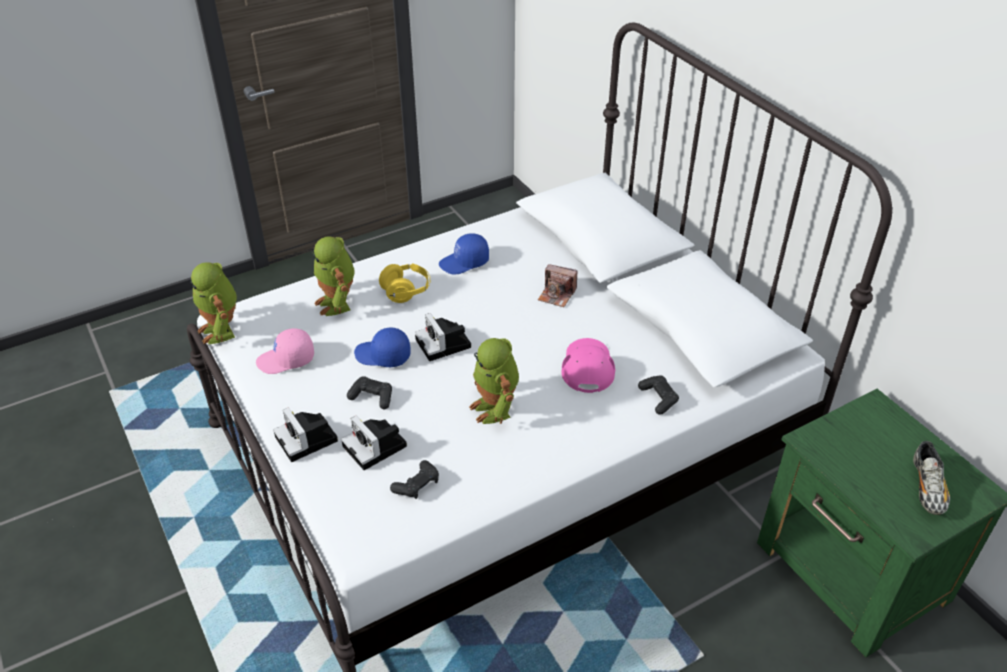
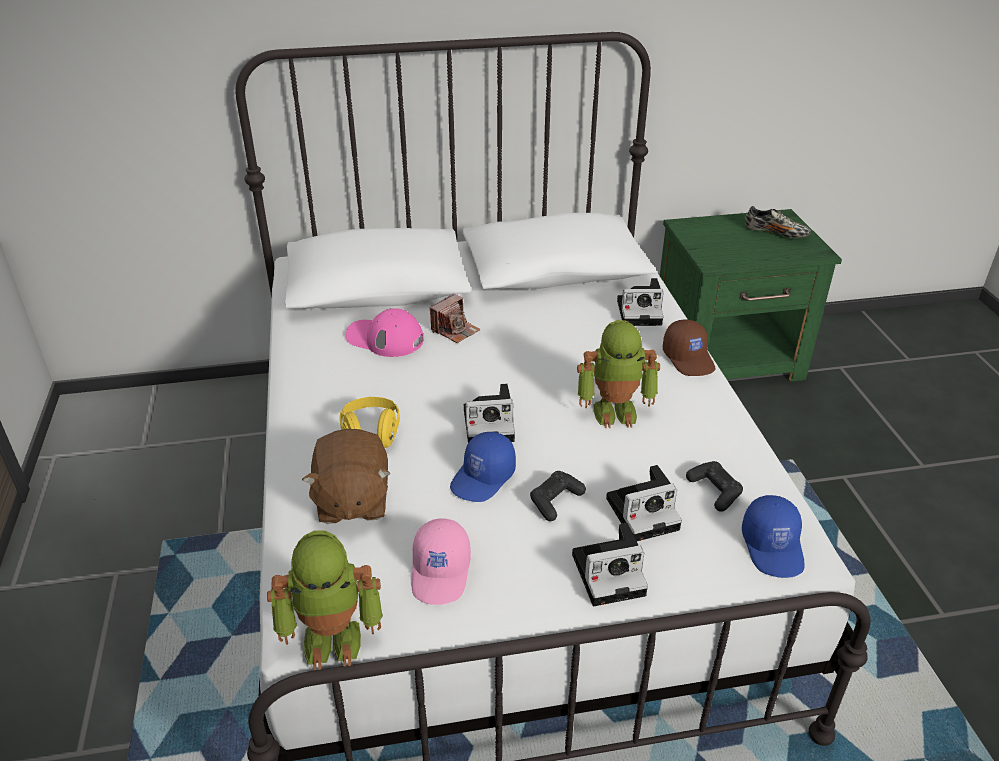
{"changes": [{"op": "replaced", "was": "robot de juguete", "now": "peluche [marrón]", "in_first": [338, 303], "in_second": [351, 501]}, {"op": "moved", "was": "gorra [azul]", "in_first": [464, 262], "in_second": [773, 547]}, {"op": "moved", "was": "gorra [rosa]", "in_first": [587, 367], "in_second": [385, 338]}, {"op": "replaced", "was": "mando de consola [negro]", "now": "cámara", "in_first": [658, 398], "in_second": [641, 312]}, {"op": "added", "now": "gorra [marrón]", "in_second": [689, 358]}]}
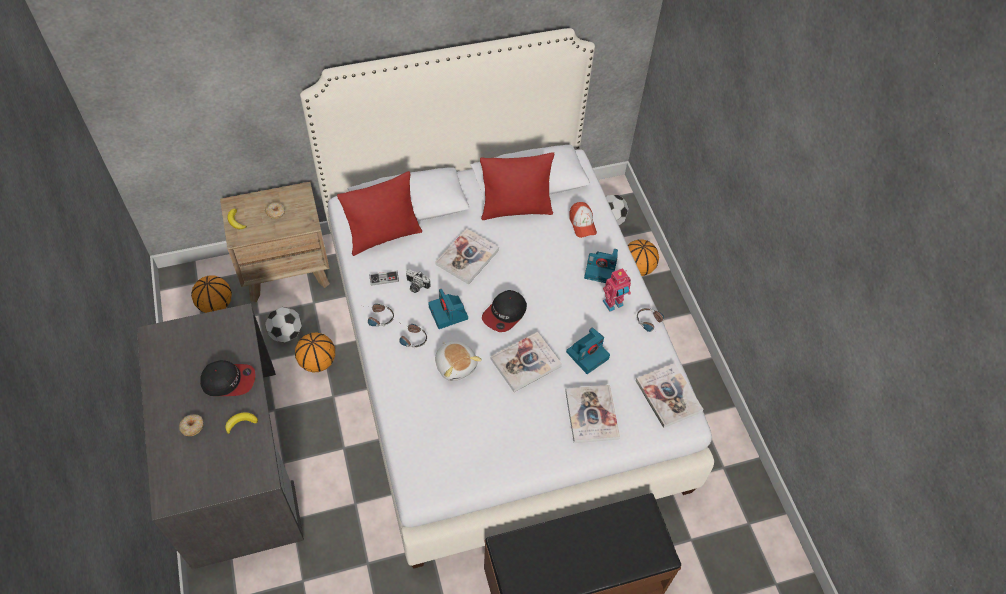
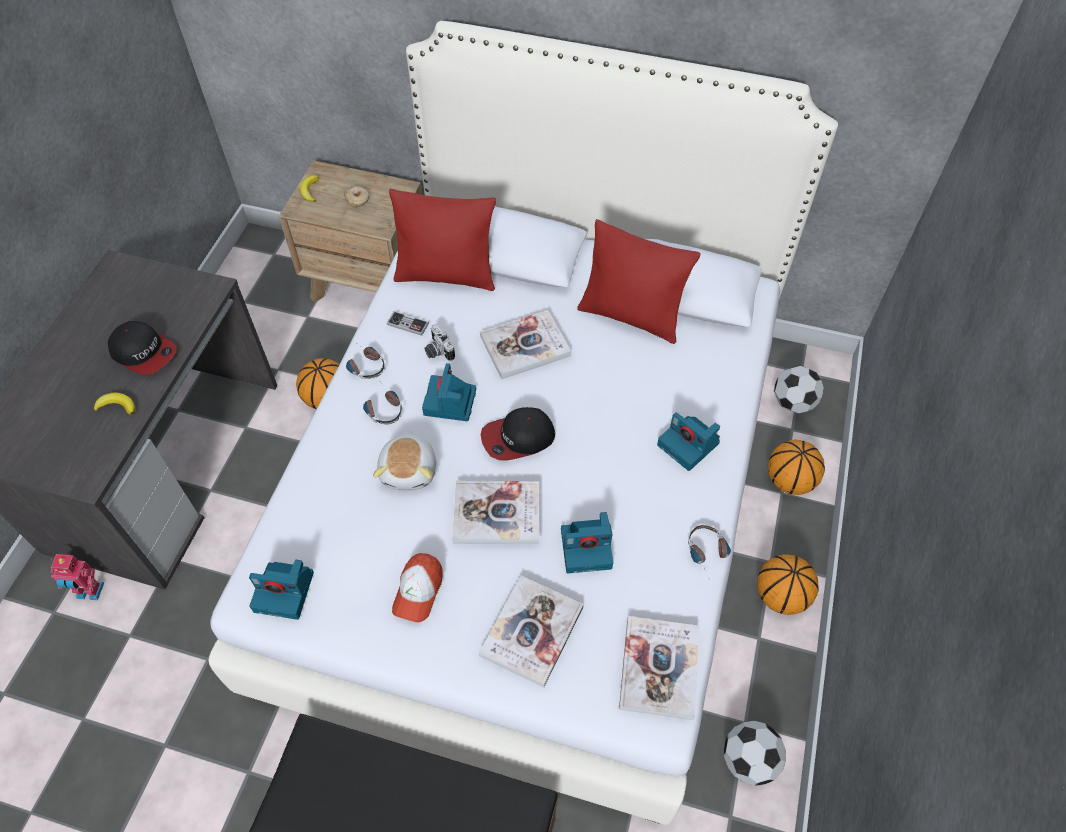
{"changes": [{"op": "removed", "was": "rosquilla", "in_first": [192, 426]}, {"op": "moved", "was": "balón de baloncesto", "in_first": [215, 304], "in_second": [780, 595]}, {"op": "moved", "was": "balón de fútbol", "in_first": [286, 333], "in_second": [748, 760]}, {"op": "moved", "was": "gorra", "in_first": [582, 224], "in_second": [418, 591]}, {"op": "moved", "was": "robot de juguete", "in_first": [613, 304], "in_second": [89, 592]}, {"op": "added", "now": "cámara", "in_second": [285, 591]}]}
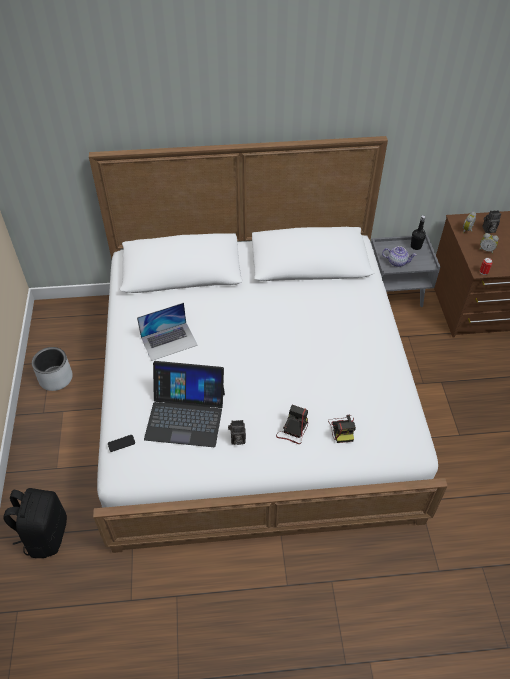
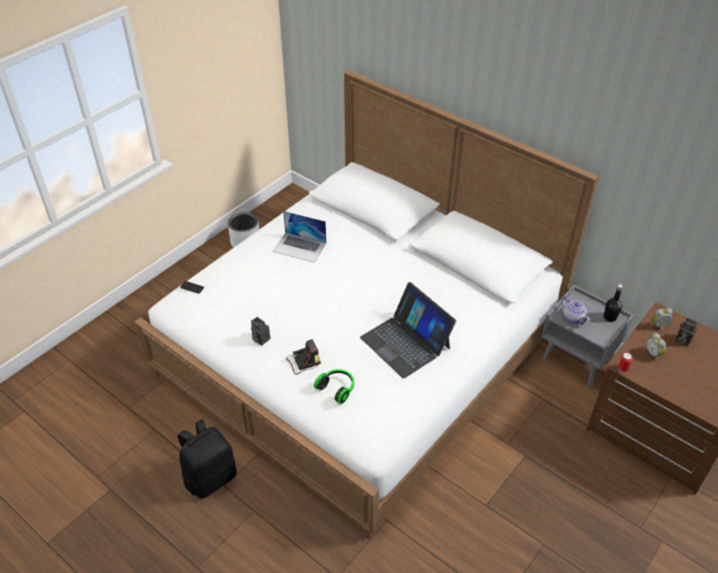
{"changes": [{"op": "moved", "was": "mochila [negro]", "in_first": [45, 535], "in_second": [210, 477]}, {"op": "moved", "was": "portátil", "in_first": [185, 415], "in_second": [406, 342]}, {"op": "replaced", "was": "cámara", "now": "auriculares", "in_first": [342, 429], "in_second": [337, 388]}]}
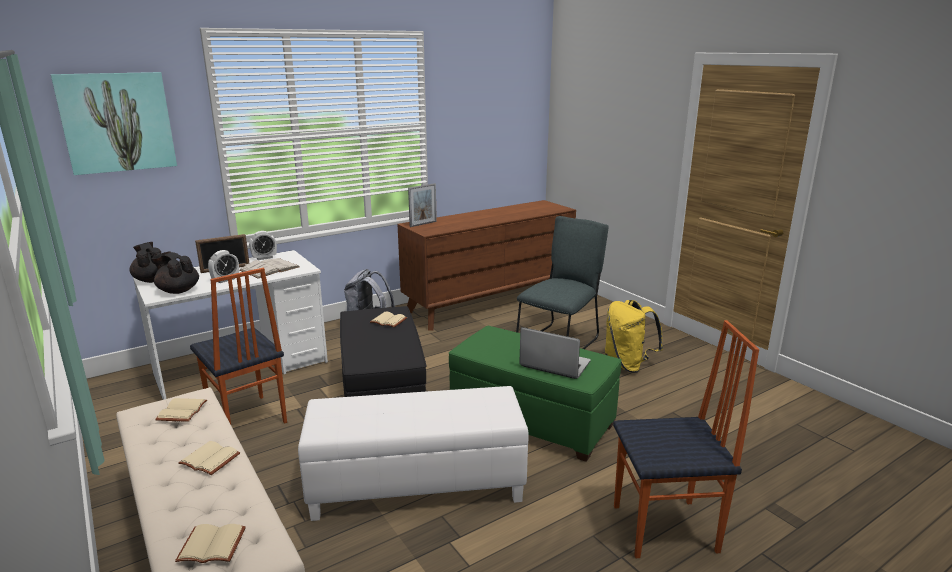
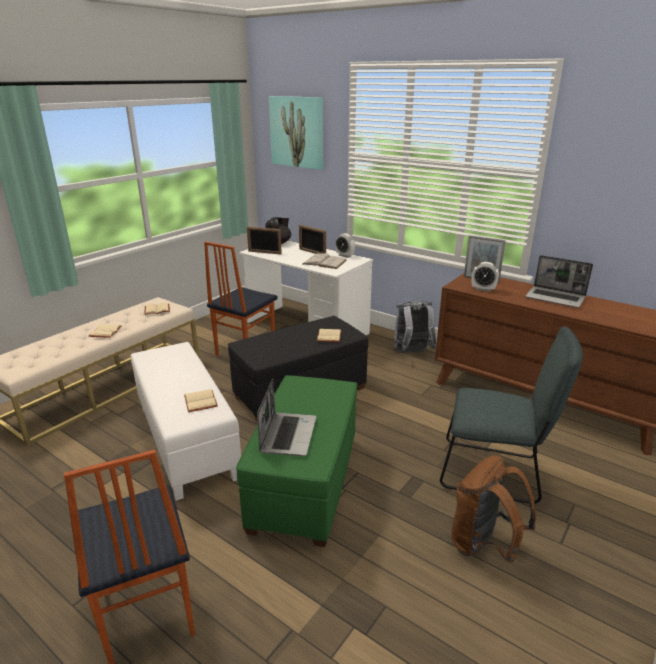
{"changes": [{"op": "replaced", "was": "tetera [negro]", "now": "portarretratos", "in_first": [178, 290], "in_second": [264, 252]}, {"op": "moved", "was": "libro [beis]", "in_first": [213, 544], "in_second": [201, 401]}, {"op": "moved", "was": "despertador", "in_first": [225, 280], "in_second": [483, 289]}, {"op": "recoloured", "was": "mochila [amarillo]", "now": "mochila [marrón]", "in_first": [628, 365], "in_second": [483, 545]}, {"op": "added", "now": "portátil", "in_second": [556, 298]}]}
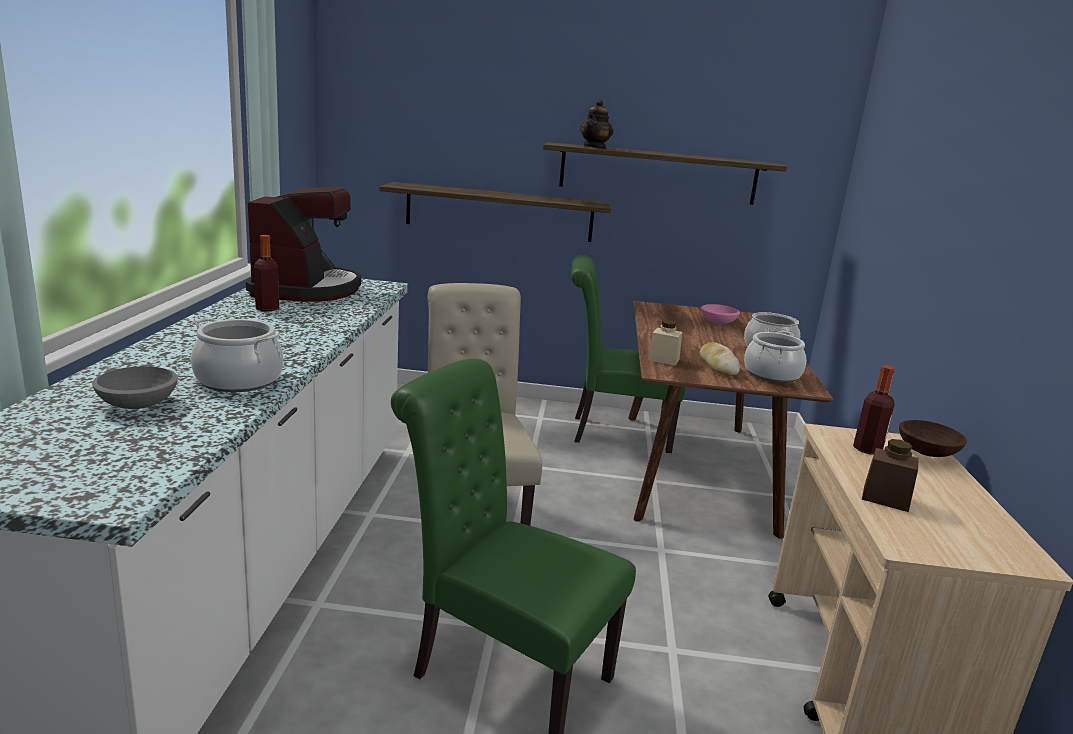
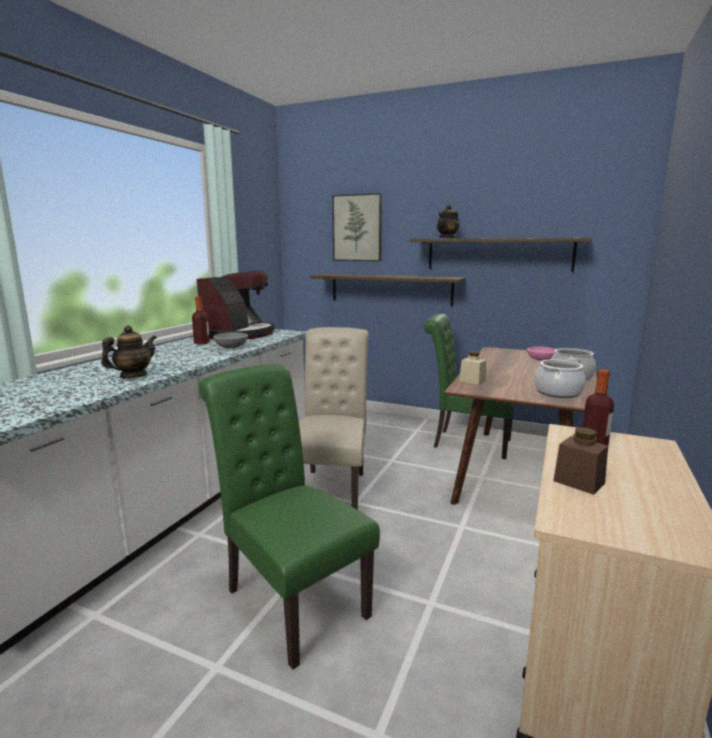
{"changes": [{"op": "moved", "was": "cuenco [gris]", "in_first": [139, 404], "in_second": [232, 347]}, {"op": "replaced", "was": "olla", "now": "tetera", "in_first": [239, 380], "in_second": [133, 376]}, {"op": "removed", "was": "pan", "in_first": [717, 366]}, {"op": "removed", "was": "cuenco [marrón]", "in_first": [926, 452]}, {"op": "added", "now": "cuadro", "in_second": [357, 228]}]}
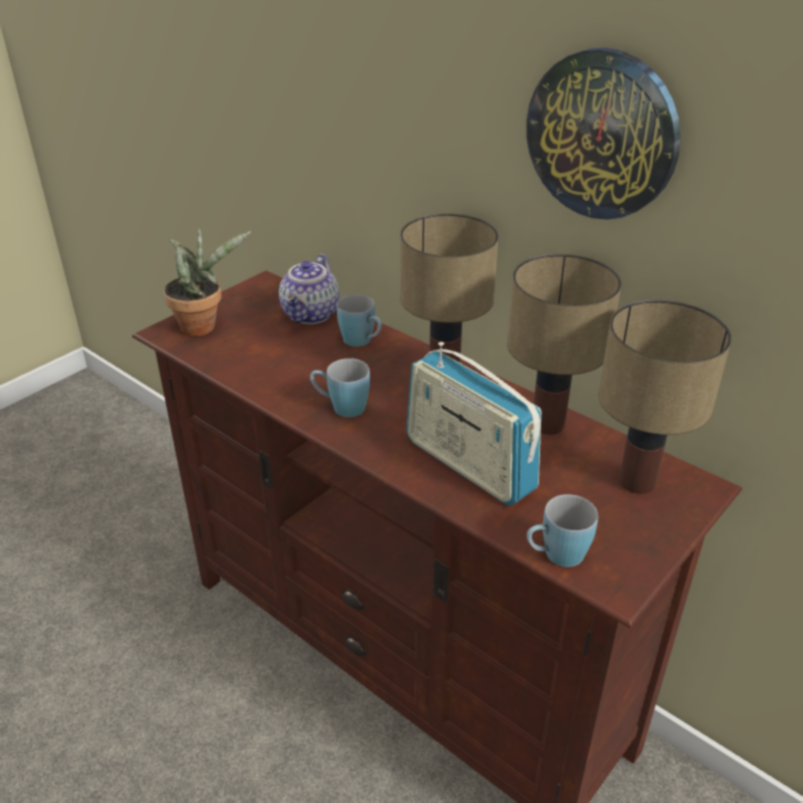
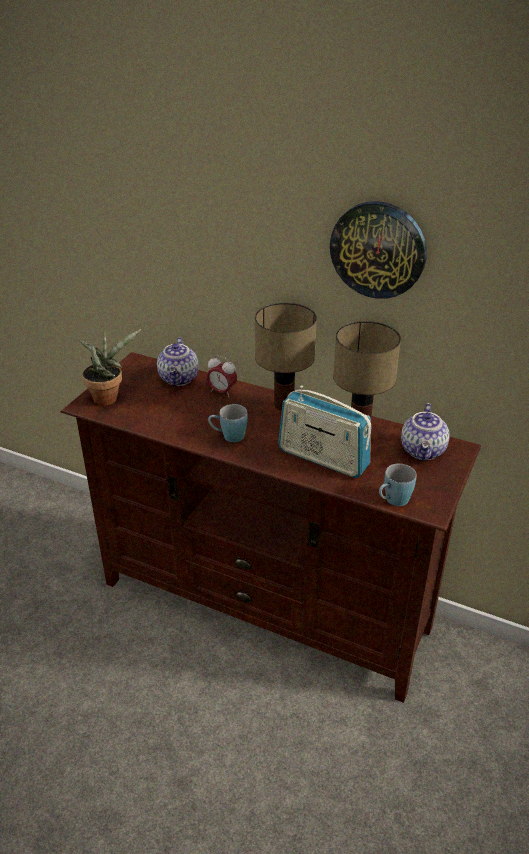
{"changes": [{"op": "replaced", "was": "taza grande [azul]", "now": "despertador", "in_first": [362, 341], "in_second": [222, 392]}, {"op": "replaced", "was": "lámpara de mesa", "now": "tetera", "in_first": [639, 481], "in_second": [424, 451]}]}
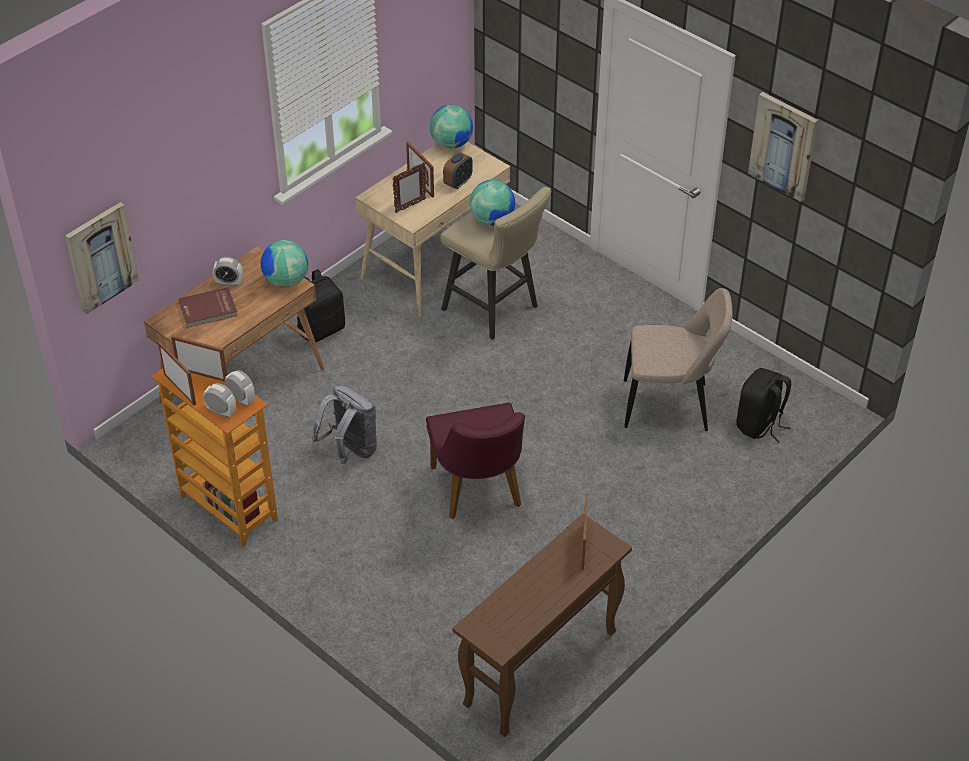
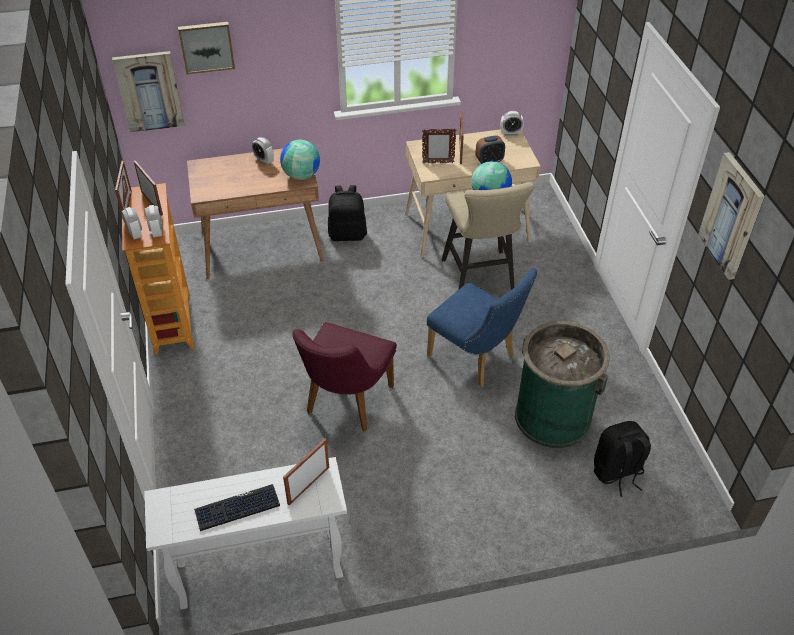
{"changes": [{"op": "removed", "was": "libro [rojo]", "in_first": [208, 309]}, {"op": "removed", "was": "mochila [gris]", "in_first": [350, 450]}, {"op": "replaced", "was": "globo terráqueo", "now": "despertador", "in_first": [451, 143], "in_second": [511, 133]}, {"op": "recoloured", "was": "mesa consola [marrón]", "now": "mesa consola [blanco]", "in_first": [540, 669], "in_second": [258, 571]}, {"op": "replaced", "was": "silla [beis]", "now": "papelera [verde]", "in_first": [670, 406], "in_second": [553, 417]}, {"op": "added", "now": "cuadro", "in_second": [206, 46]}, {"op": "added", "now": "teclado", "in_second": [237, 508]}, {"op": "added", "now": "silla [azul]", "in_second": [476, 359]}]}
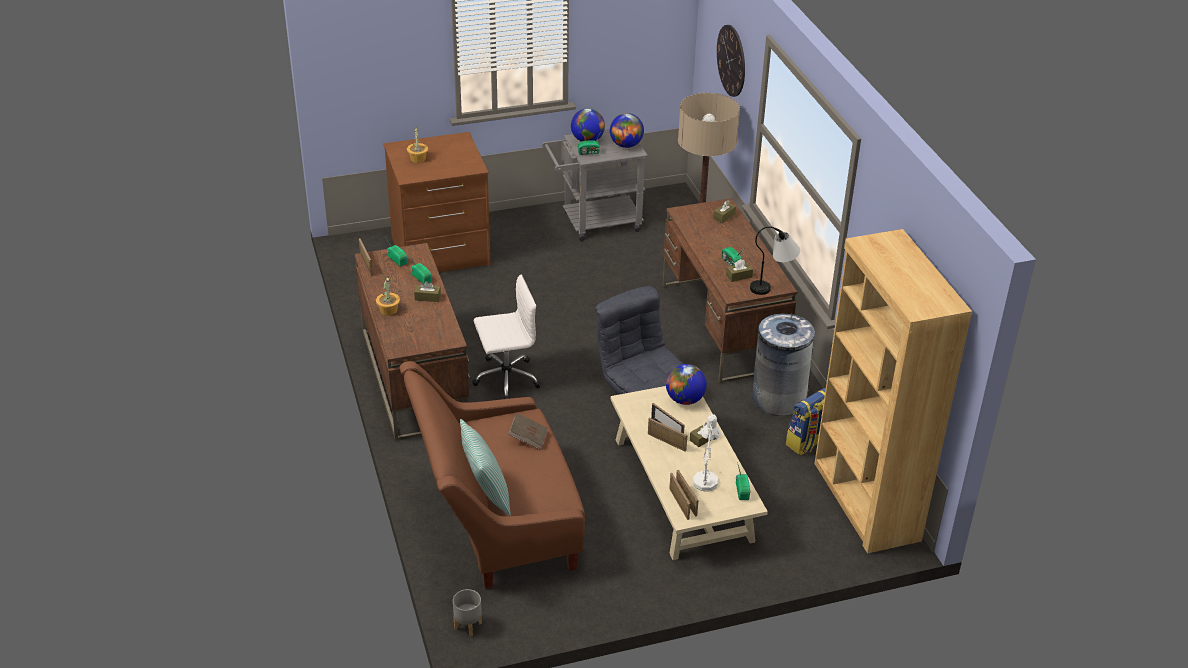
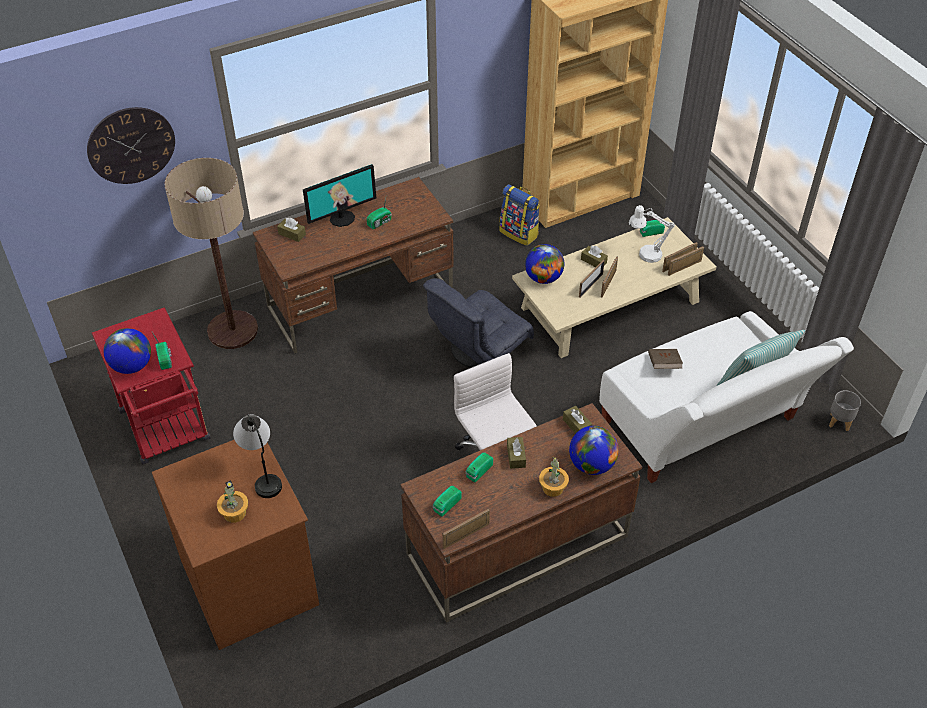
{"changes": [{"op": "recoloured", "was": "sofá [marrón]", "now": "sofá [blanco]", "in_first": [495, 519], "in_second": [704, 428]}, {"op": "recoloured", "was": "carrito [gris]", "now": "carrito [rojo]", "in_first": [594, 222], "in_second": [167, 431]}, {"op": "moved", "was": "globo terráqueo", "in_first": [626, 145], "in_second": [591, 465]}, {"op": "moved", "was": "caja de pañuelos [marrón]", "in_first": [739, 276], "in_second": [576, 425]}, {"op": "moved", "was": "lámpara de mesa", "in_first": [773, 287], "in_second": [263, 473]}, {"op": "removed", "was": "papelera [gris]", "in_first": [778, 398]}, {"op": "added", "now": "monitor", "in_second": [342, 218]}]}
